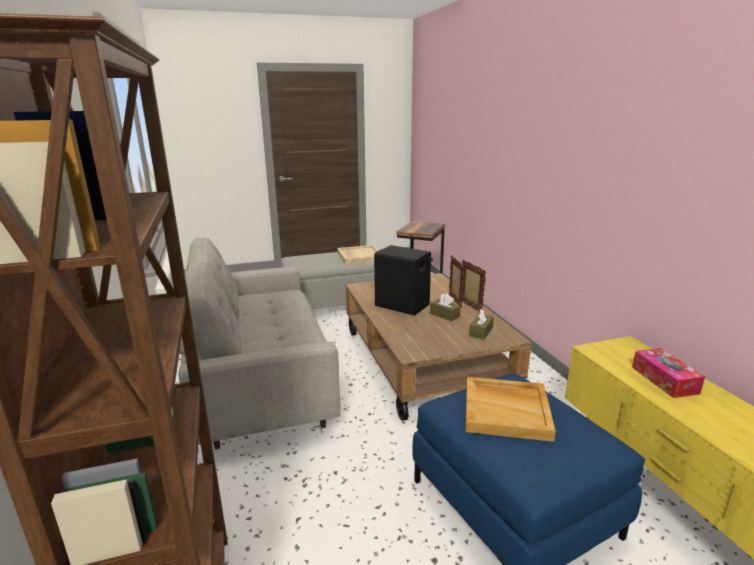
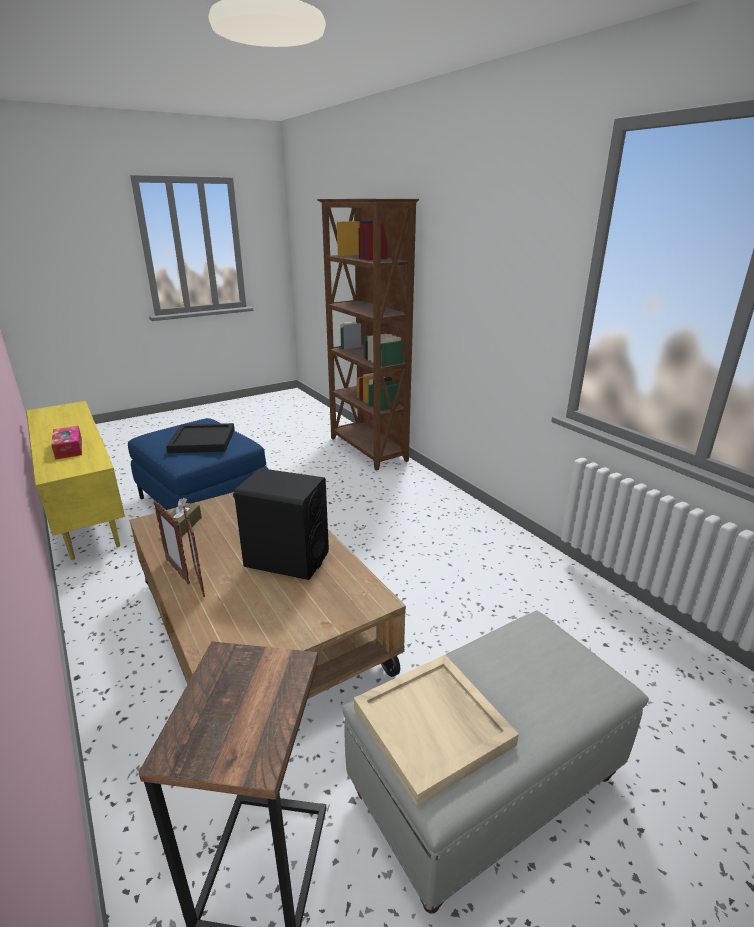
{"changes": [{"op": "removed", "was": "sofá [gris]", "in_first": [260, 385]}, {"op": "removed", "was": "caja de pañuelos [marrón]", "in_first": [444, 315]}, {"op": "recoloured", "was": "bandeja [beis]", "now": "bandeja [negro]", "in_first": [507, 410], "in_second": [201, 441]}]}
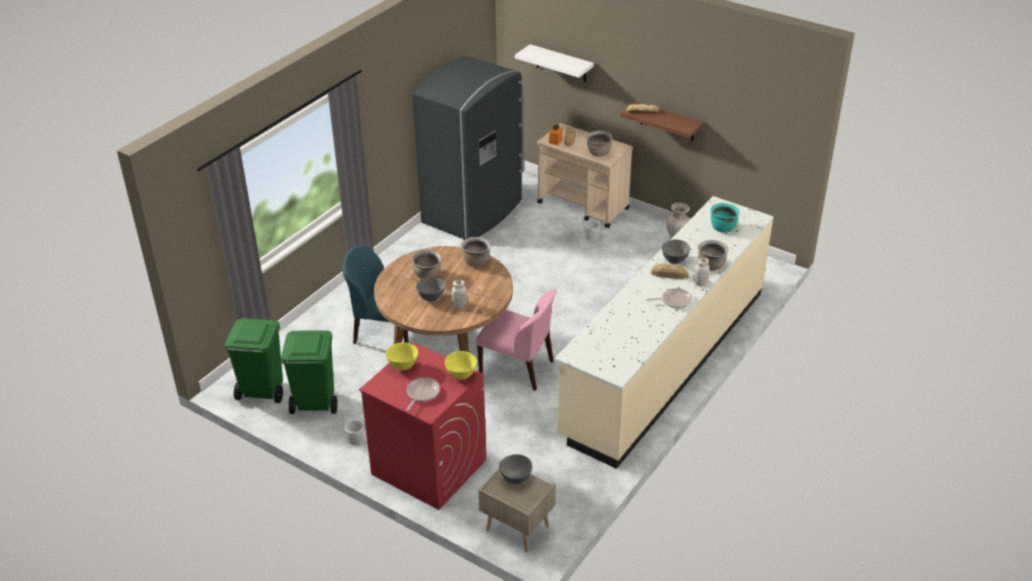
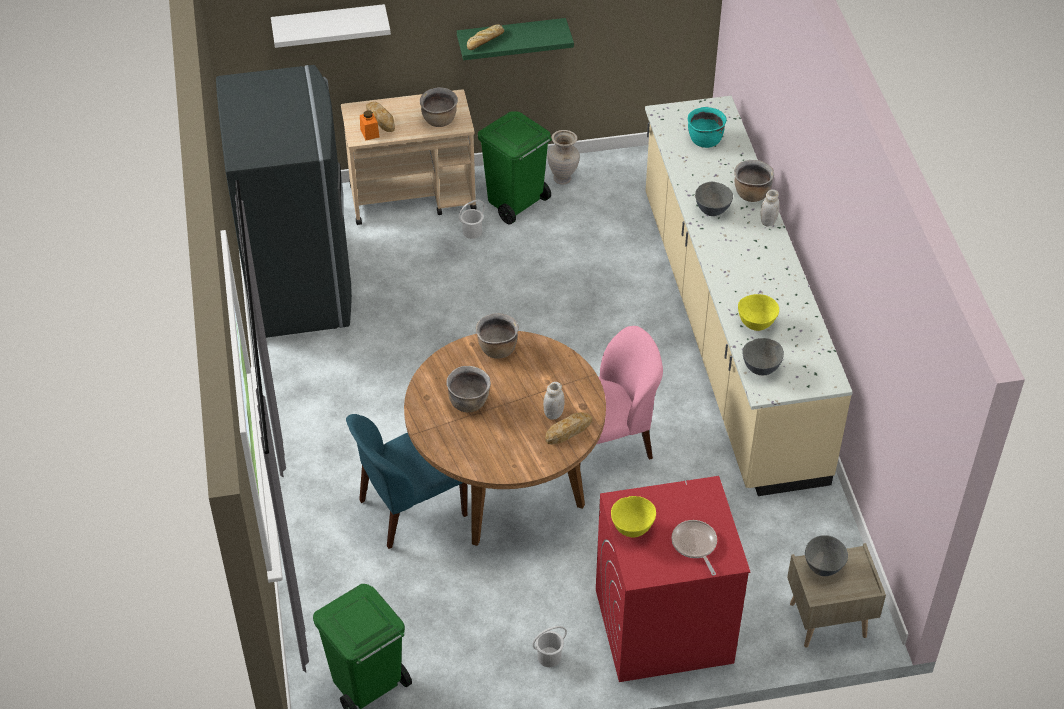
{"changes": [{"op": "moved", "was": "papelera [verde]", "in_first": [315, 404], "in_second": [515, 204]}, {"op": "moved", "was": "cuenco [gris]", "in_first": [431, 298], "in_second": [760, 369]}, {"op": "moved", "was": "cuenco [amarillo]", "in_first": [461, 375], "in_second": [756, 325]}, {"op": "recoloured", "was": "estante [marrón]", "now": "estante [verde]", "in_first": [667, 121], "in_second": [511, 37]}, {"op": "removed", "was": "sartén", "in_first": [674, 301]}, {"op": "moved", "was": "pan", "in_first": [669, 274], "in_second": [568, 431]}]}
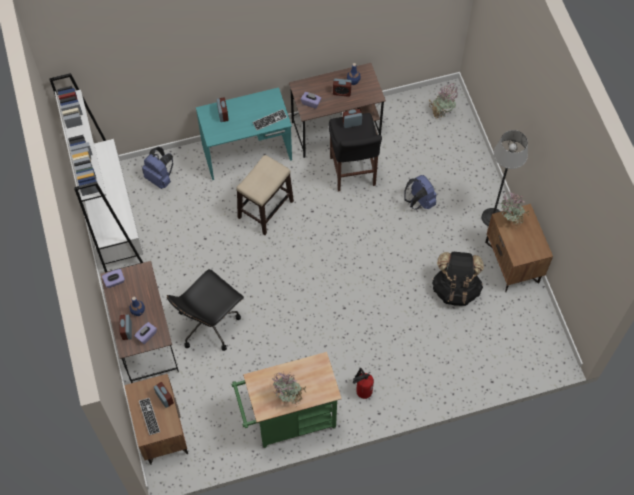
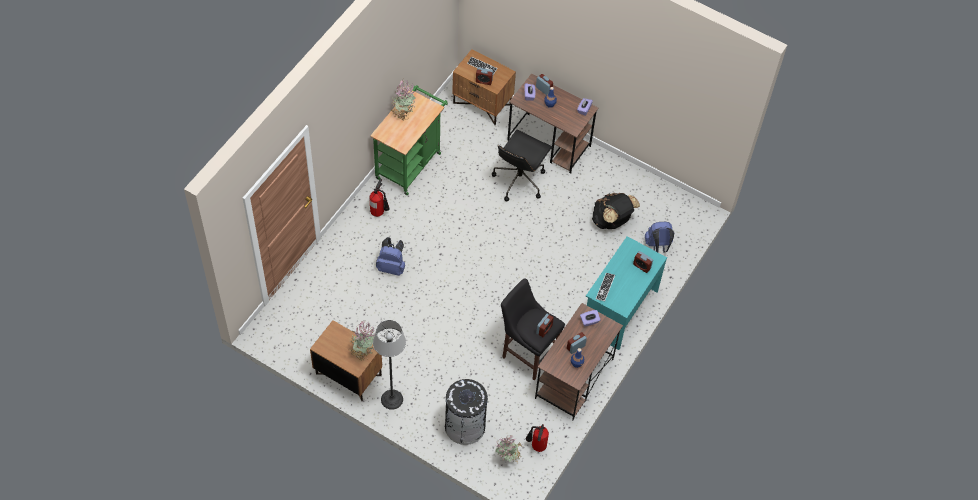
{"changes": [{"op": "removed", "was": "estantería [blanco]", "in_first": [112, 218]}, {"op": "turned", "was": "silla de oficina [negro]", "in_first": [209, 323], "in_second": [519, 180], "clockwise": -150}, {"op": "removed", "was": "taburete", "in_first": [265, 210]}, {"op": "moved", "was": "mochila [azul]", "in_first": [419, 202], "in_second": [392, 267]}, {"op": "moved", "was": "mochila [negro]", "in_first": [455, 289], "in_second": [612, 221]}, {"op": "added", "now": "papelera [negro]", "in_second": [465, 426]}, {"op": "added", "now": "extintor", "in_second": [536, 446]}]}
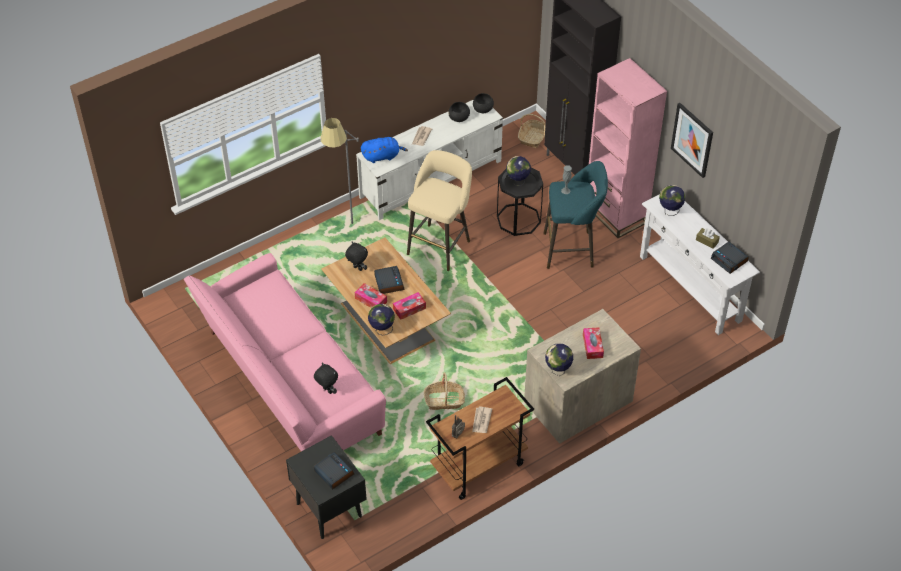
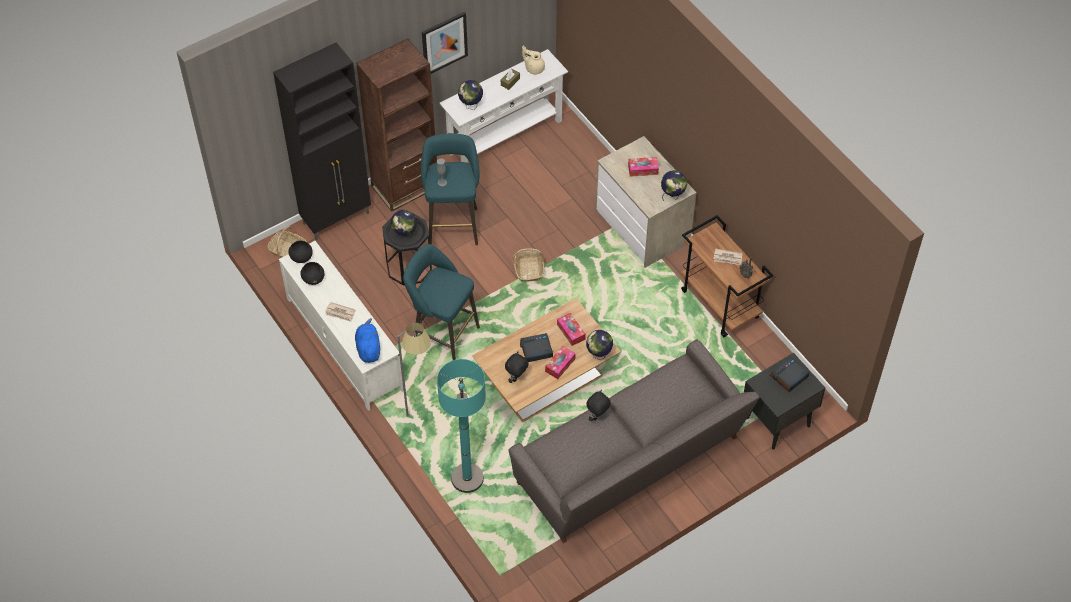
{"changes": [{"op": "recoloured", "was": "sofá [rosa]", "now": "sofá [gris]", "in_first": [288, 384], "in_second": [631, 464]}, {"op": "moved", "was": "peluche [negro]", "in_first": [327, 391], "in_second": [597, 417]}, {"op": "recoloured", "was": "taburete [beis]", "now": "taburete [turquesa]", "in_first": [440, 245], "in_second": [442, 334]}, {"op": "moved", "was": "cesta", "in_first": [444, 400], "in_second": [529, 269]}, {"op": "recoloured", "was": "estantería [rosa]", "now": "estantería [marrón]", "in_first": [615, 213], "in_second": [405, 186]}, {"op": "replaced", "was": "despertador", "now": "tetera [beis]", "in_first": [729, 260], "in_second": [534, 68]}, {"op": "added", "now": "lámpara de pie [turquesa]", "in_second": [467, 479]}]}
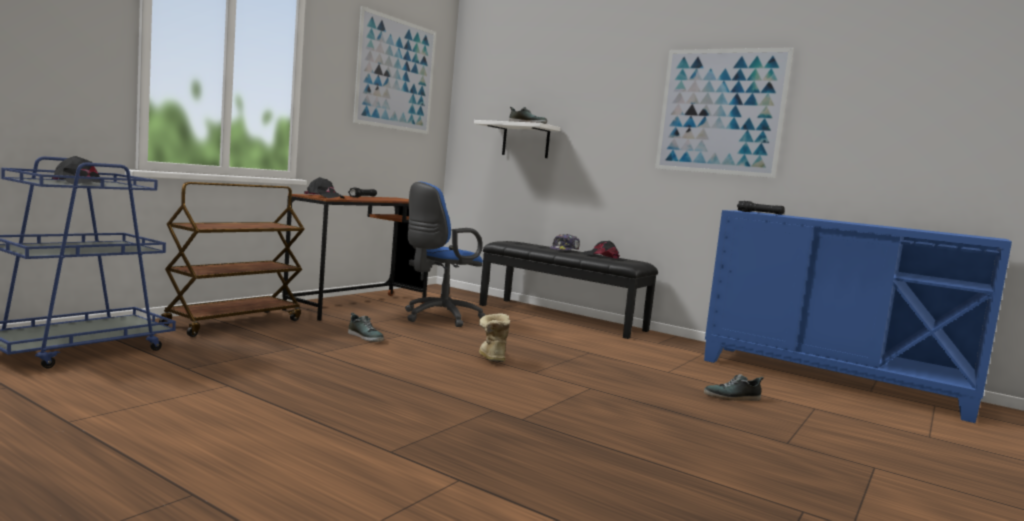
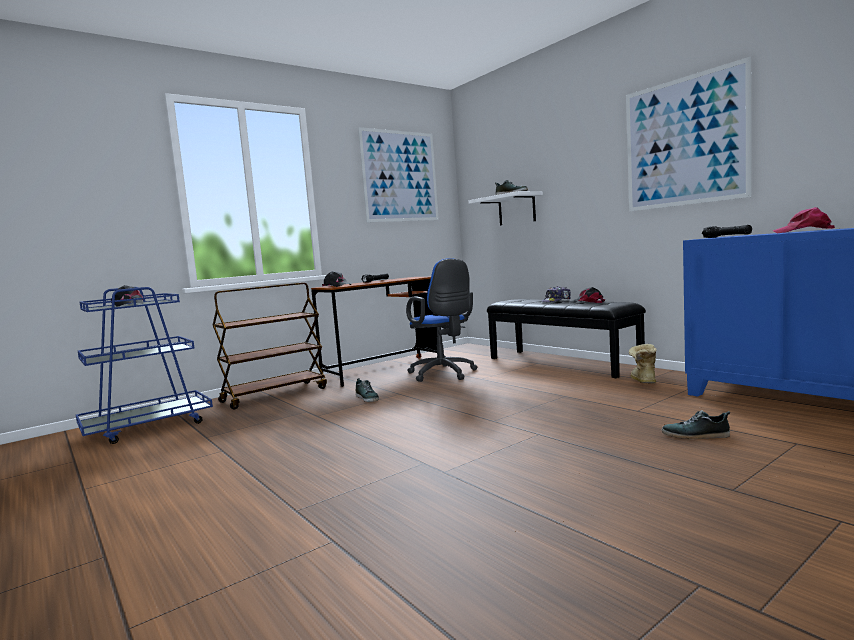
{"changes": [{"op": "turned", "was": "silla de oficina [azul]", "in_first": [438, 318], "in_second": [444, 374], "clockwise": -90}, {"op": "moved", "was": "bota", "in_first": [491, 358], "in_second": [642, 381]}, {"op": "added", "now": "gorra [rosa]", "in_second": [803, 231]}]}
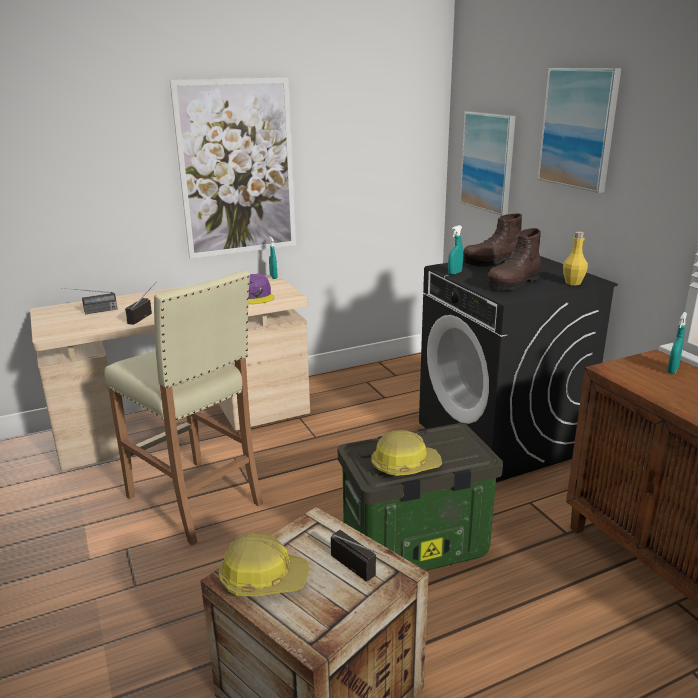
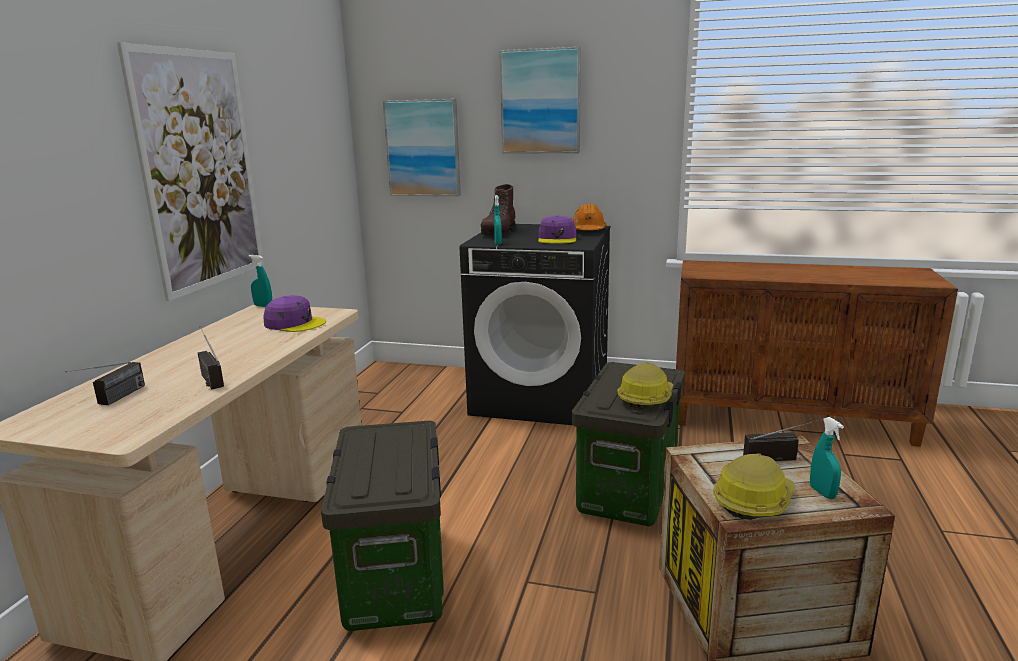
{"changes": [{"op": "replaced", "was": "taburete [beis]", "now": "caja de almacenaje", "in_first": [195, 501], "in_second": [397, 578]}, {"op": "replaced", "was": "bota [marrón]", "now": "gorra [morado]", "in_first": [513, 284], "in_second": [557, 239]}, {"op": "replaced", "was": "botella [amarillo]", "now": "casco [naranja]", "in_first": [573, 283], "in_second": [588, 230]}, {"op": "moved", "was": "pulverizador [turquesa]", "in_first": [672, 370], "in_second": [822, 493]}]}
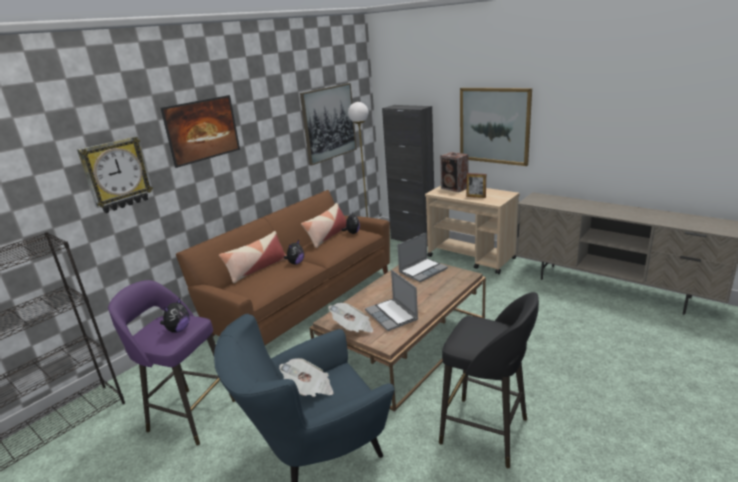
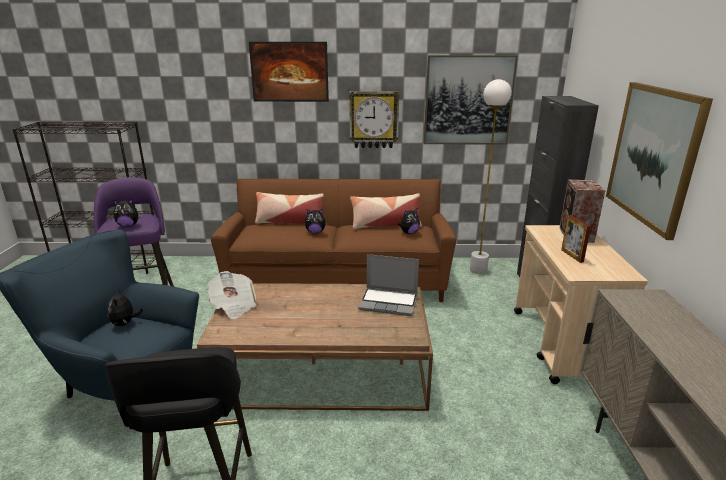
{"changes": [{"op": "moved", "was": "reloj de pared", "in_first": [116, 175], "in_second": [374, 119]}, {"op": "replaced", "was": "periódico", "now": "peluche", "in_first": [309, 389], "in_second": [125, 323]}, {"op": "removed", "was": "portátil", "in_first": [392, 315]}]}
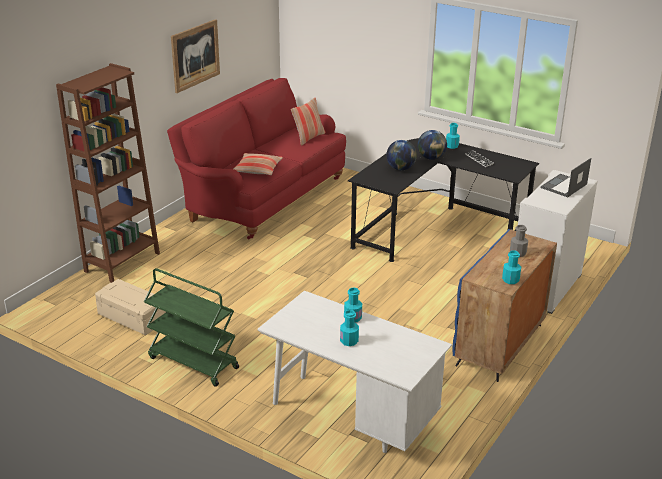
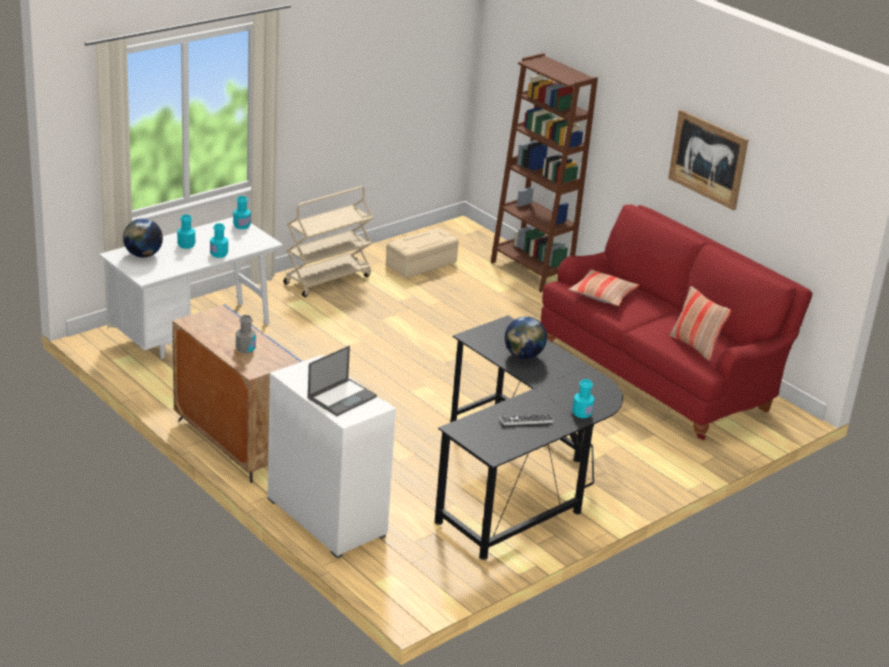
{"changes": [{"op": "recoloured", "was": "carrito [verde]", "now": "carrito [beis]", "in_first": [192, 363], "in_second": [327, 279]}, {"op": "moved", "was": "globo terráqueo", "in_first": [431, 158], "in_second": [143, 255]}, {"op": "moved", "was": "botella [turquesa]", "in_first": [510, 280], "in_second": [242, 226]}, {"op": "turned", "was": "portátil", "in_first": [563, 186], "in_second": [342, 397], "clockwise": 75}]}
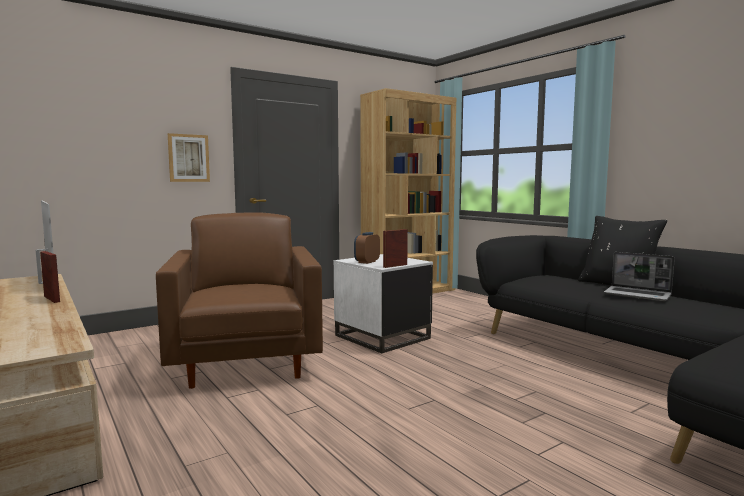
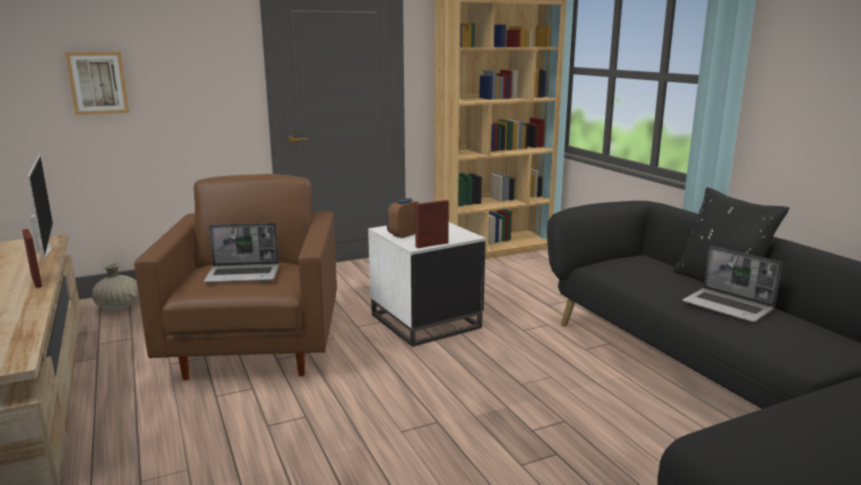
{"changes": [{"op": "moved", "was": "cuadro", "in_first": [188, 158], "in_second": [98, 83]}, {"op": "added", "now": "florero [beis]", "in_second": [119, 307]}, {"op": "added", "now": "portátil", "in_second": [244, 275]}]}
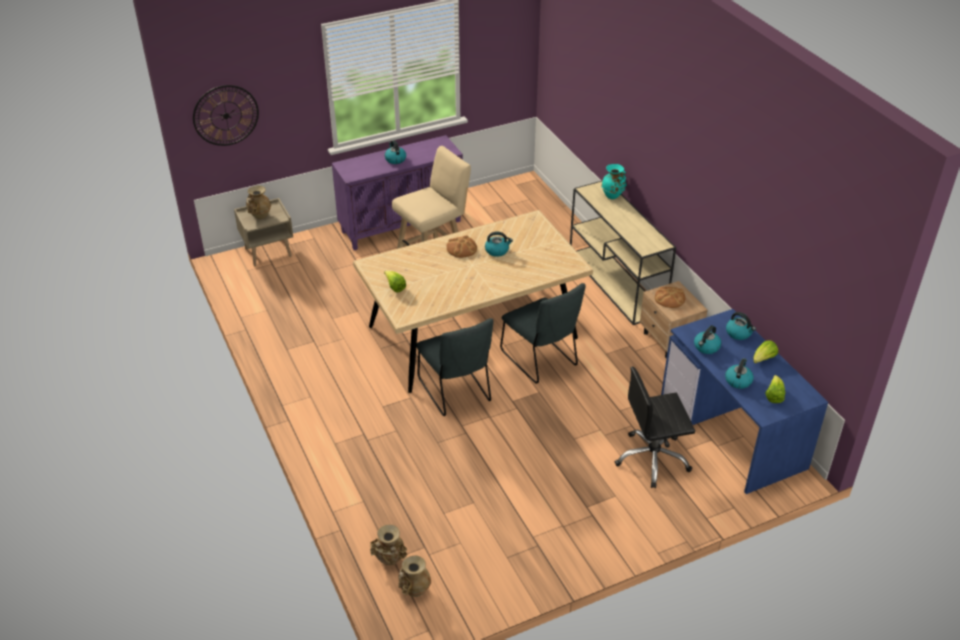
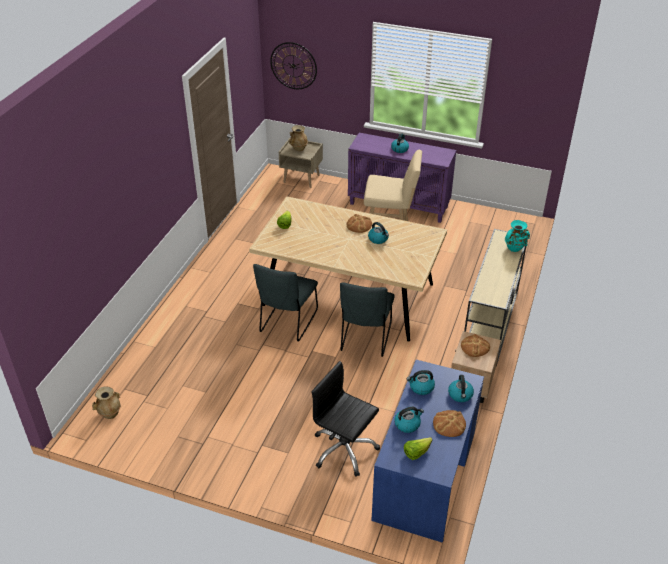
{"changes": [{"op": "removed", "was": "florero [beis]", "in_first": [390, 560]}, {"op": "replaced", "was": "lechuga", "now": "pan", "in_first": [763, 359], "in_second": [449, 424]}]}
